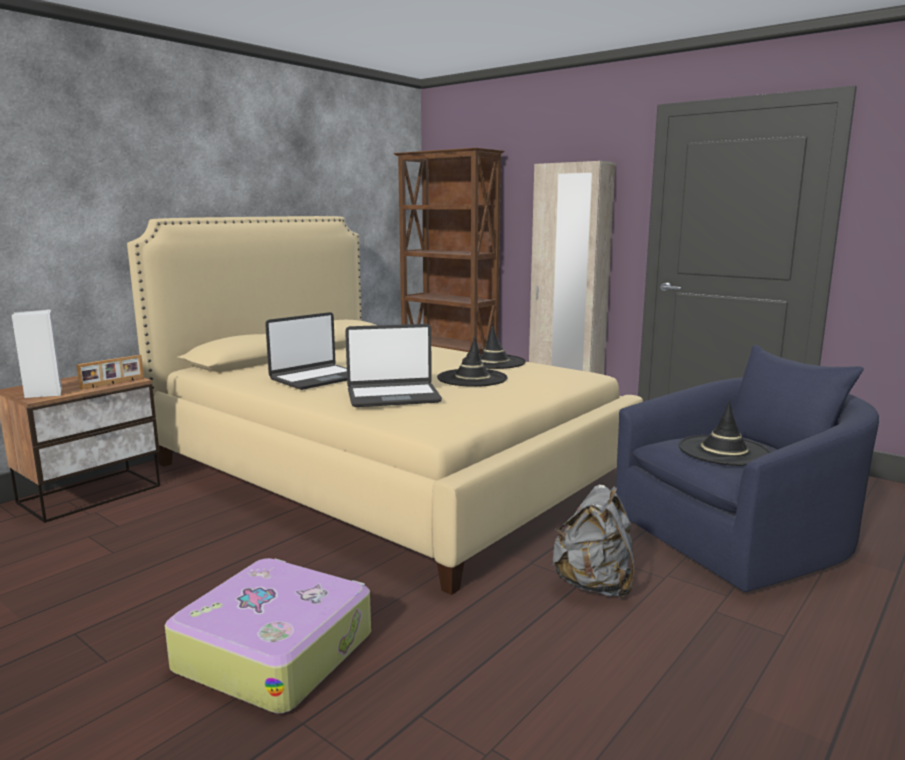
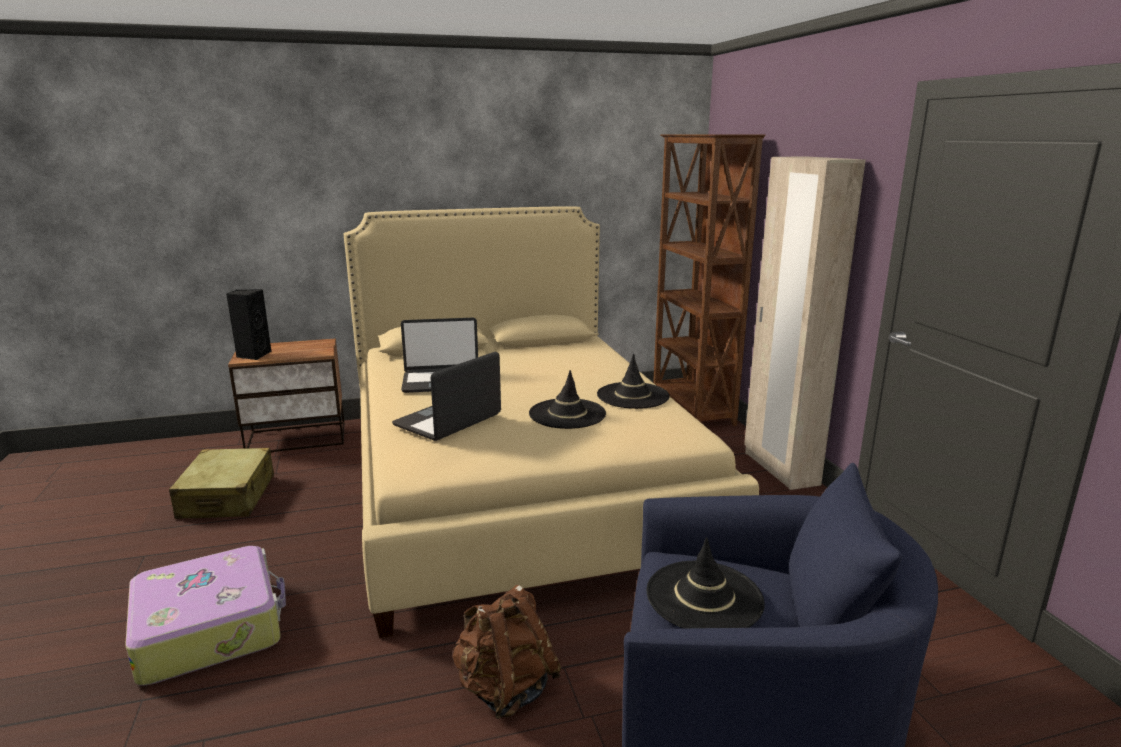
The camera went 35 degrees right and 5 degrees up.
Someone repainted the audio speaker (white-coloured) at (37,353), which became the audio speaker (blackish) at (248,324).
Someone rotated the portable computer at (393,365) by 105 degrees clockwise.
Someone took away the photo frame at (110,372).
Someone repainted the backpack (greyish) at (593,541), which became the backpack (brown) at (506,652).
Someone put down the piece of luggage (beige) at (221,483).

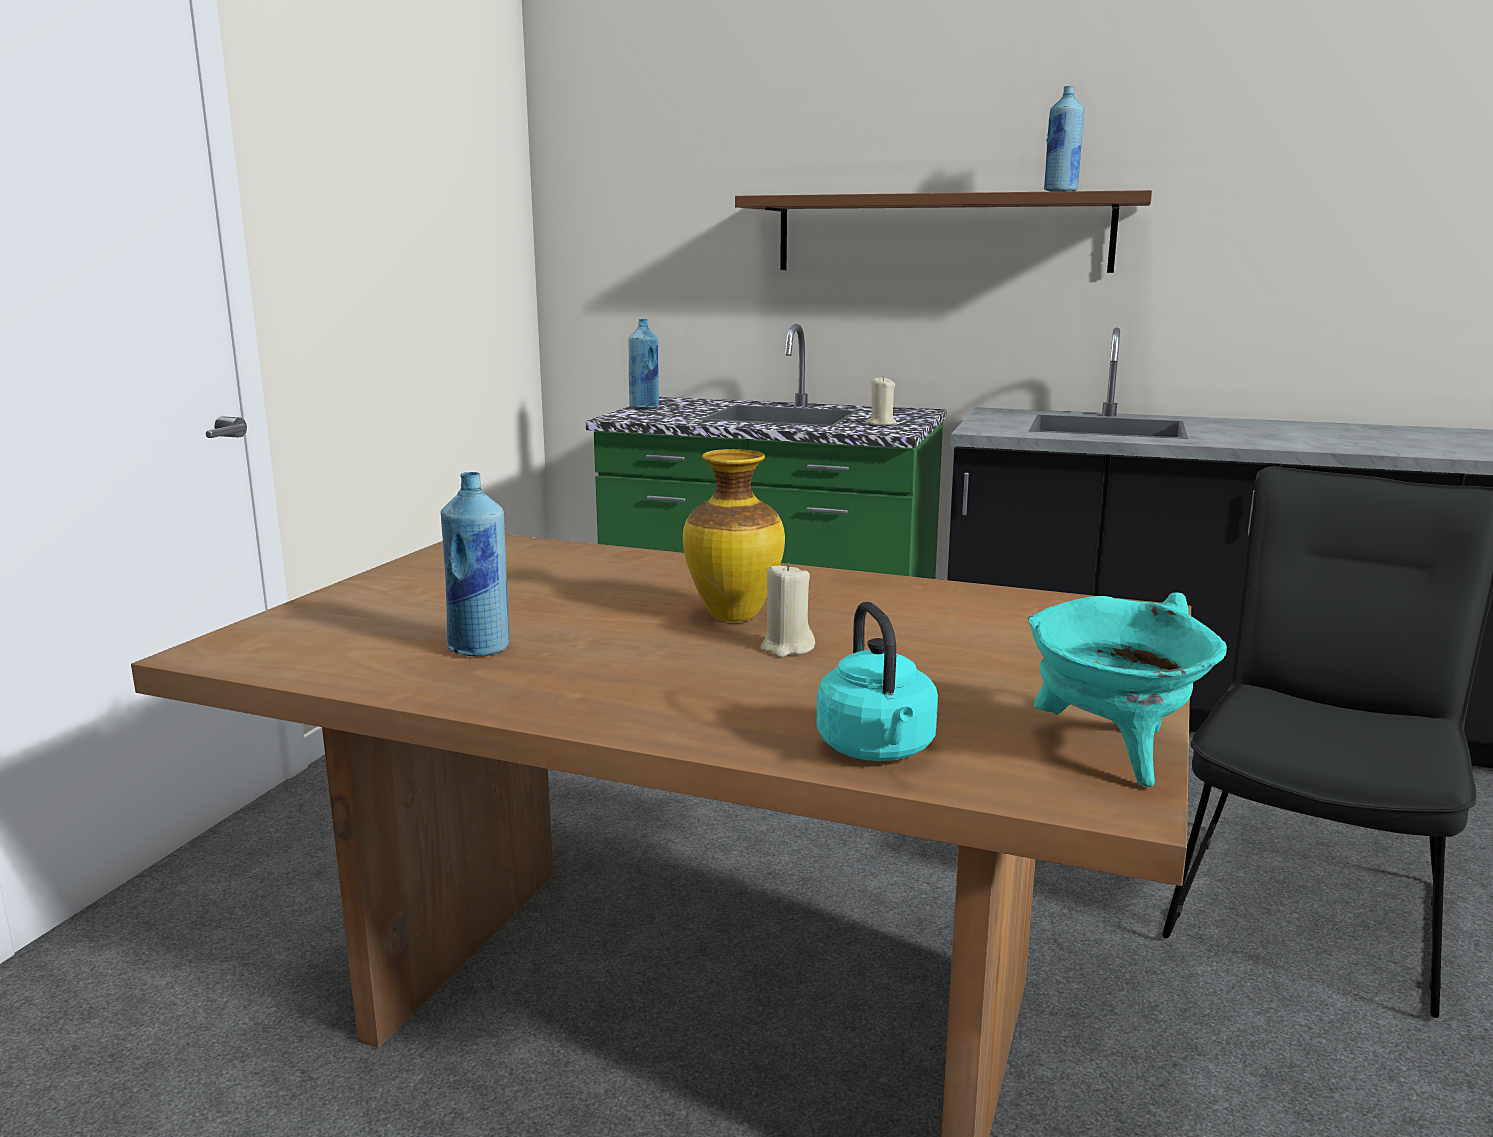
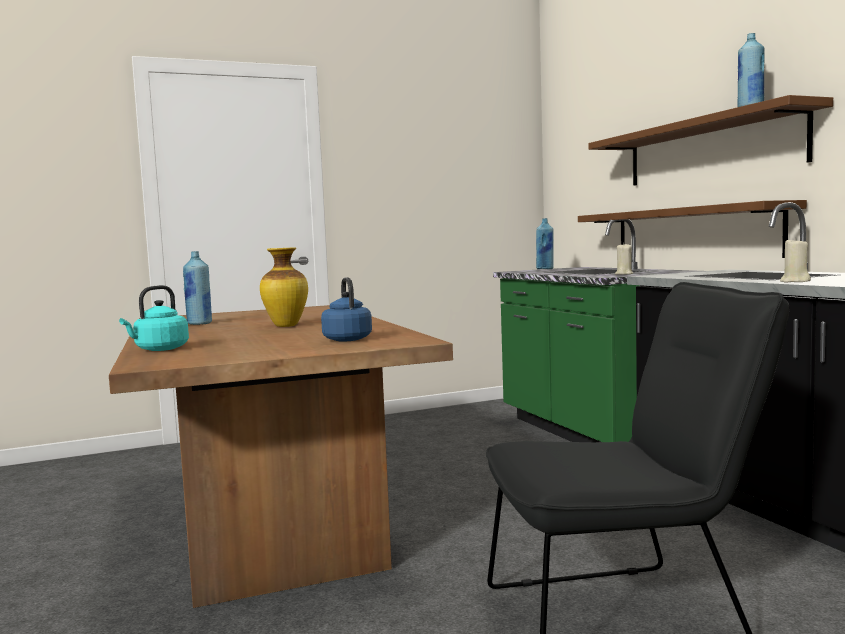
The camera went 50 degrees right and 10 degrees down.
Someone carried the wax light (beige) from (788,609) to (795,260).
Someone took away the cooking pot (turquoise-coloured) at (1127,690).
Someone put up the bracket shelf (brown) at (692,229).
Someone put down the kettle (blue) at (346,309).

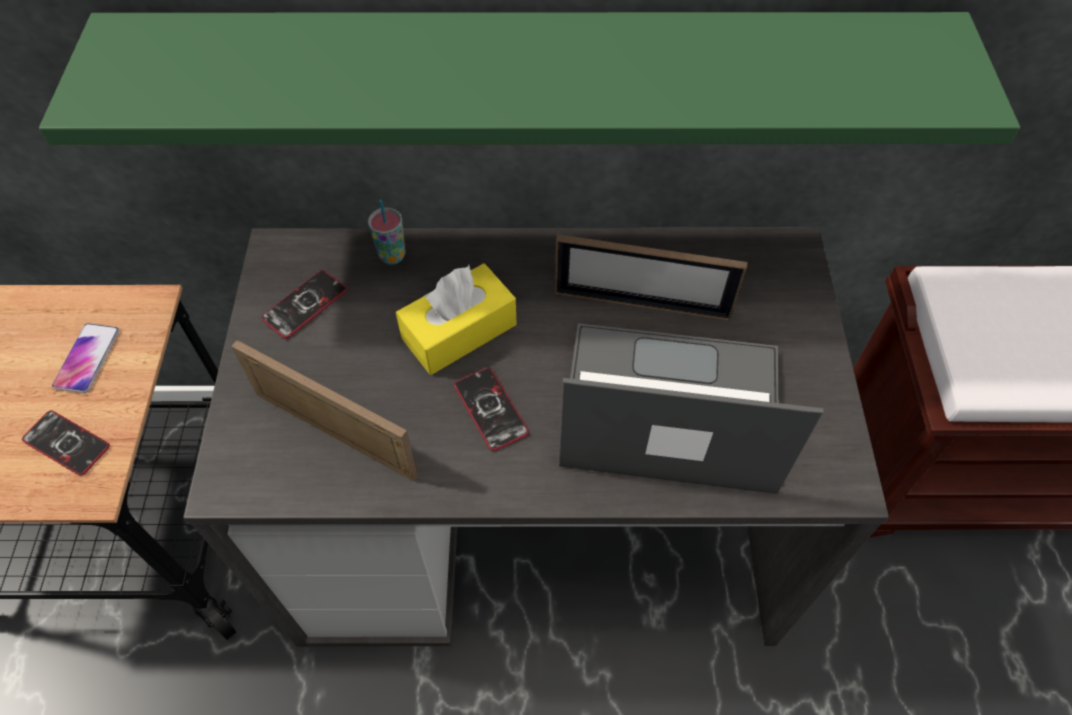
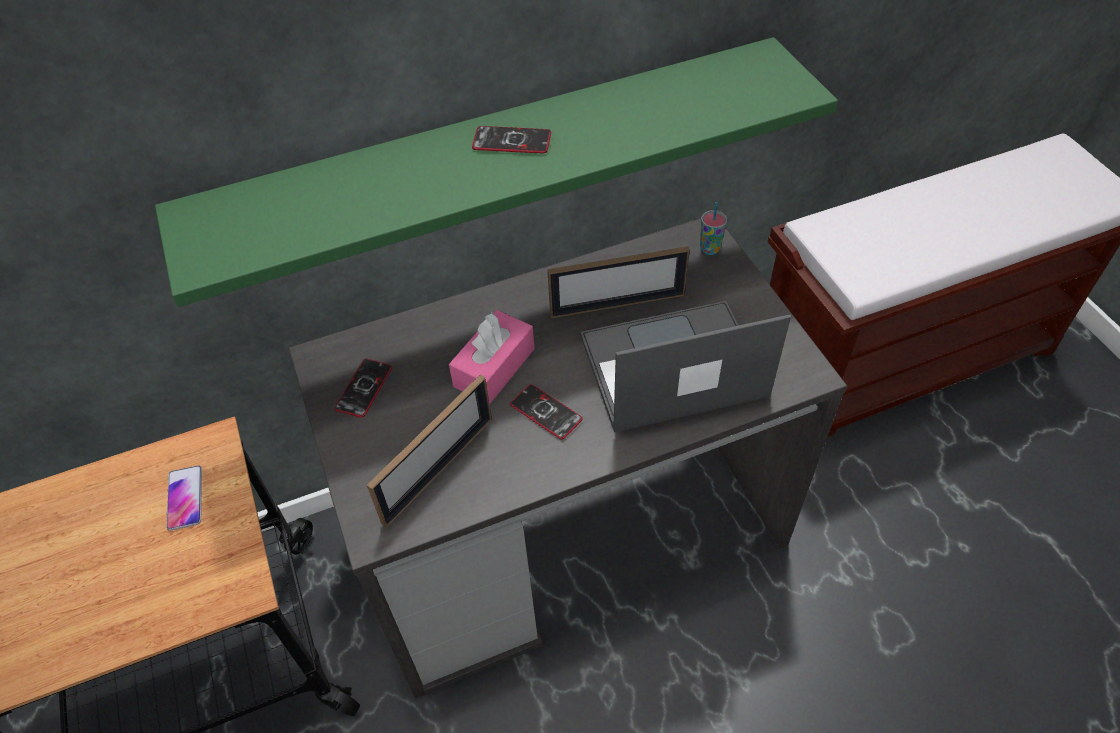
The camera went 20 degrees left and 5 degrees down.
Someone carried the drinking cup from (386,232) to (713,228).
Someone repainted the tissue holder (yellow) at (456,319), which became the tissue holder (pink) at (492,357).
Someone rotated the photo frame at (325,410) by 120 degrees clockwise.
Someone carried the handset from (66,443) to (511,139).

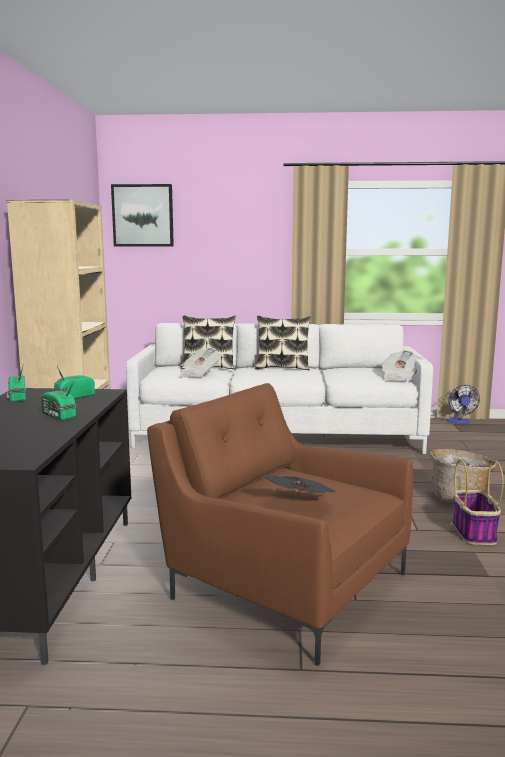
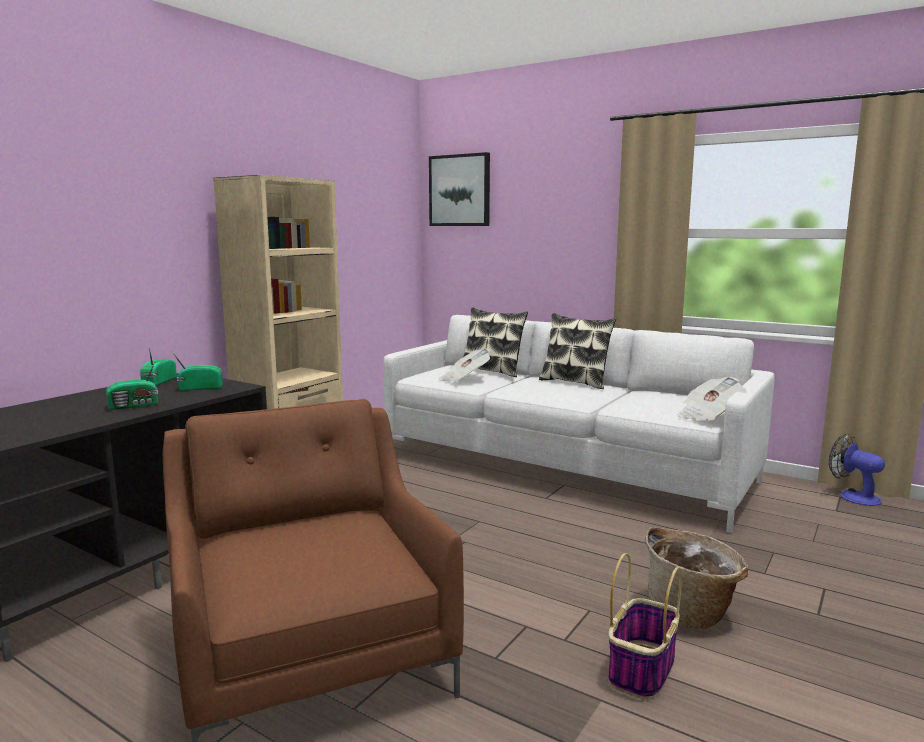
The camera went 30 degrees right and 0 degrees up.
Someone rotated the radio set at (58,398) by 105 degrees counterclockwise.
Someone rotated the fan at (463,404) by 120 degrees clockwise.
Someone took away the daily paper at (297,484).

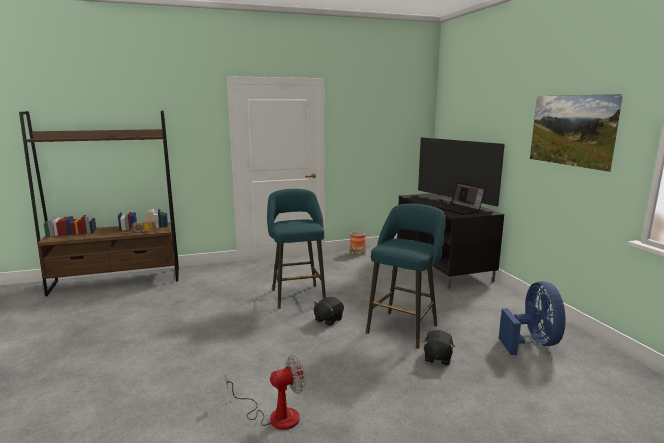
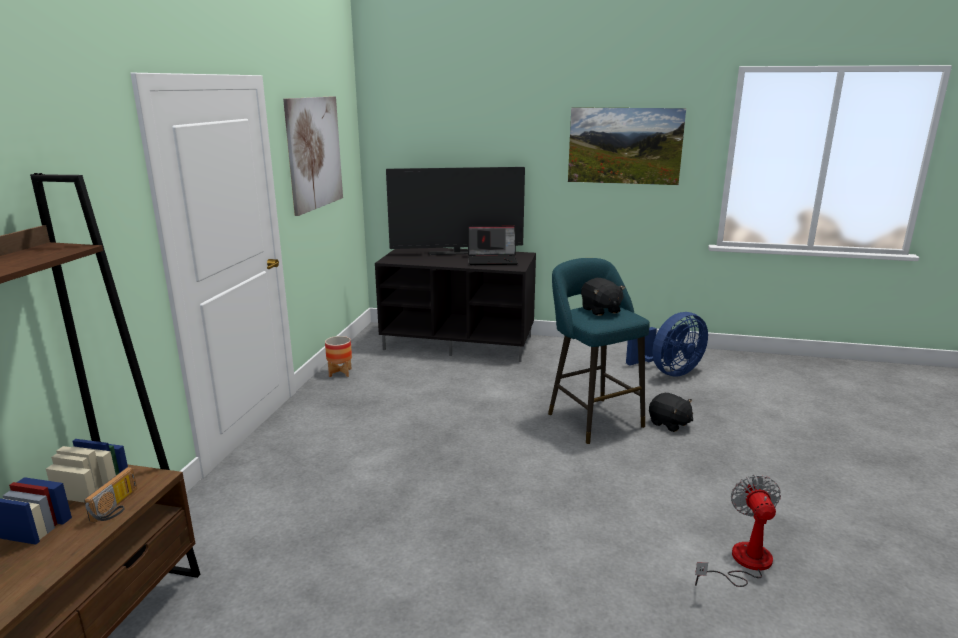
The camera went 60 degrees left and 5 degrees up.
Someone took away the stool seat (turquoise-coloured) at (296,249).
Someone rotated the fan (blue) at (532,318) by 120 degrees clockwise.
Someone carried the soft toy (blackish) from (328,311) to (603,297).
Someone put up the wall art at (313,156).

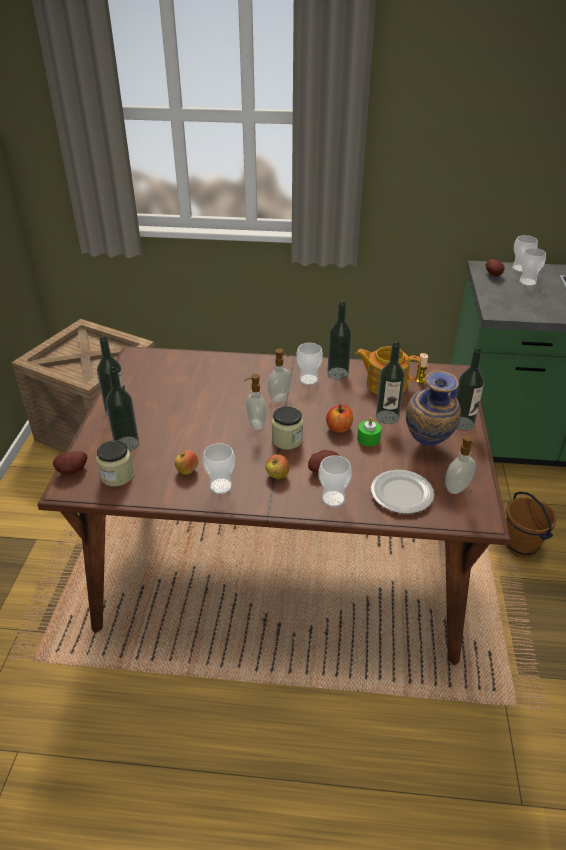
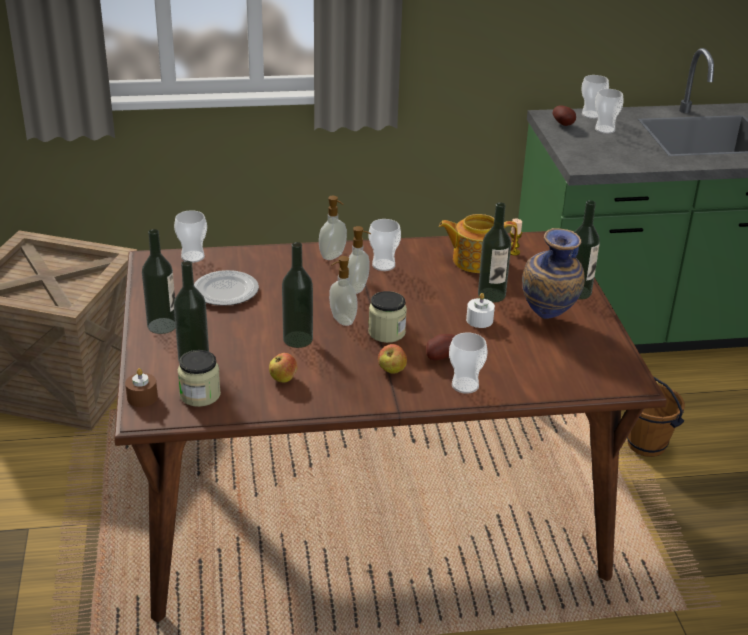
The camera went 15 degrees left and 5 degrees down.
Someone carried the beverage bottle from (339,340) to (297,295).
Someone took away the apple at (339,419).
Someone repainted the wax light (green-coloured) at (369,431), which became the wax light (white-coloured) at (480,310).
Someone carried the soap dispenser from (462,464) to (333,228).
Someone carried the drinking cup from (219,468) to (190,236).
Someone swapped the whole potato at (70,463) for the wax light (brown) at (141,387).
Someone carried the flat dish from (402,492) to (226,288).

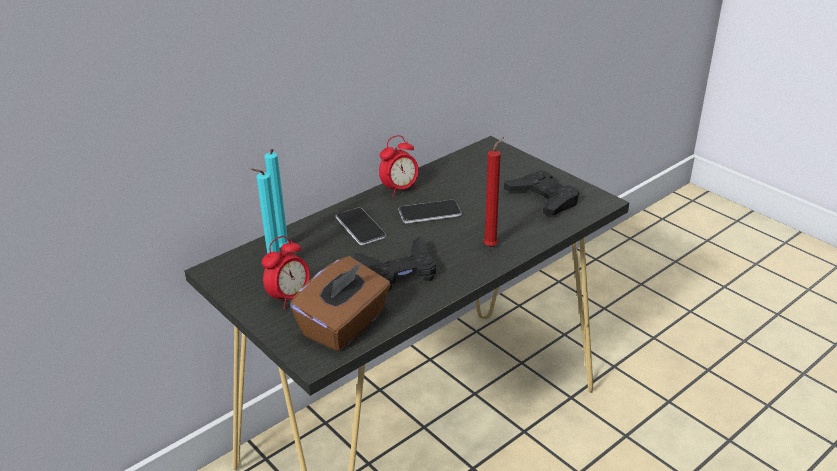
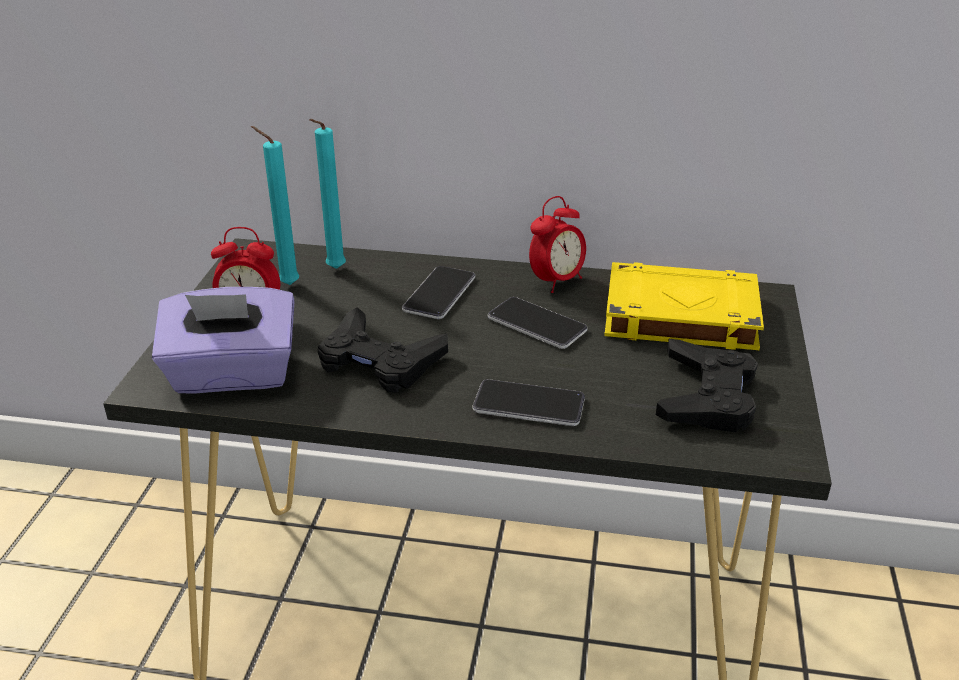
The camera went 50 degrees right and 0 degrees up.
Someone rotated the table clock at (399,166) by 60 degrees counterclockwise.
Someone swapped the wax light (reddish) at (493,192) for the handset at (528,402).
Someone repainted the tissue holder (brown) at (340,303), which became the tissue holder (purple-coloured) at (223,340).
Someone put down the book (yellow) at (684,306).

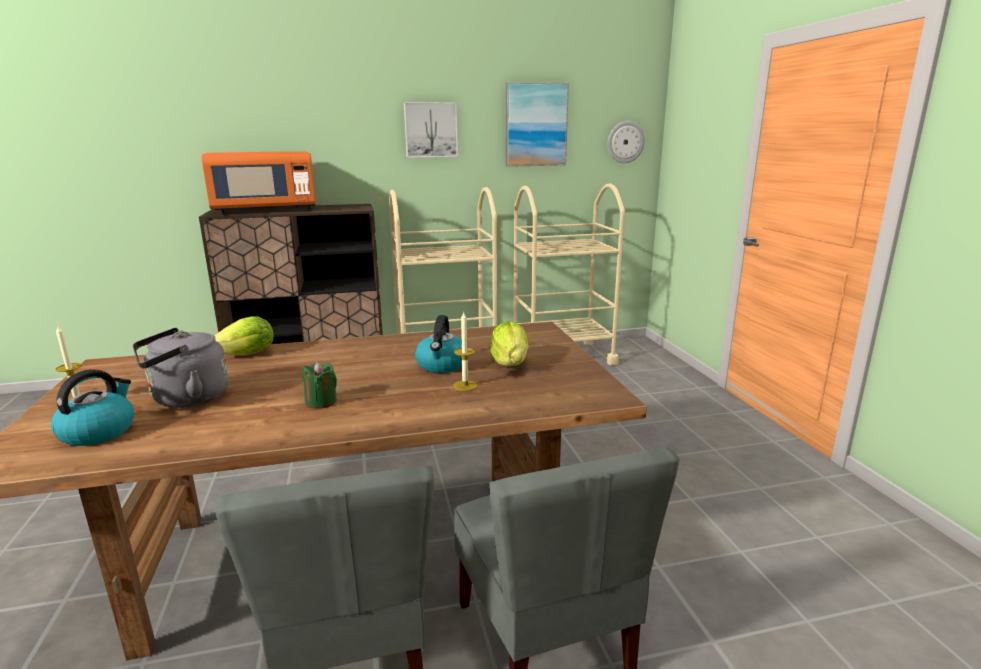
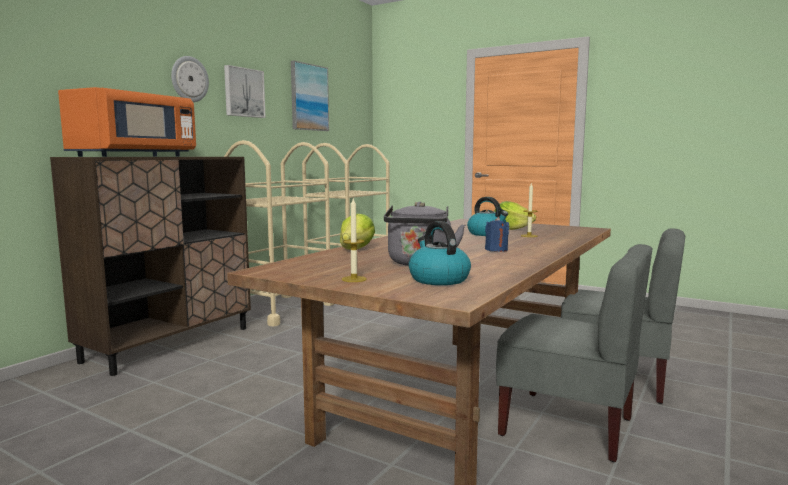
The camera went 45 degrees left and 10 degrees down.
Someone carried the wall clock from (626,142) to (190,79).
Someone repainted the wax light (green-coloured) at (319,385), which became the wax light (blue) at (497,234).

